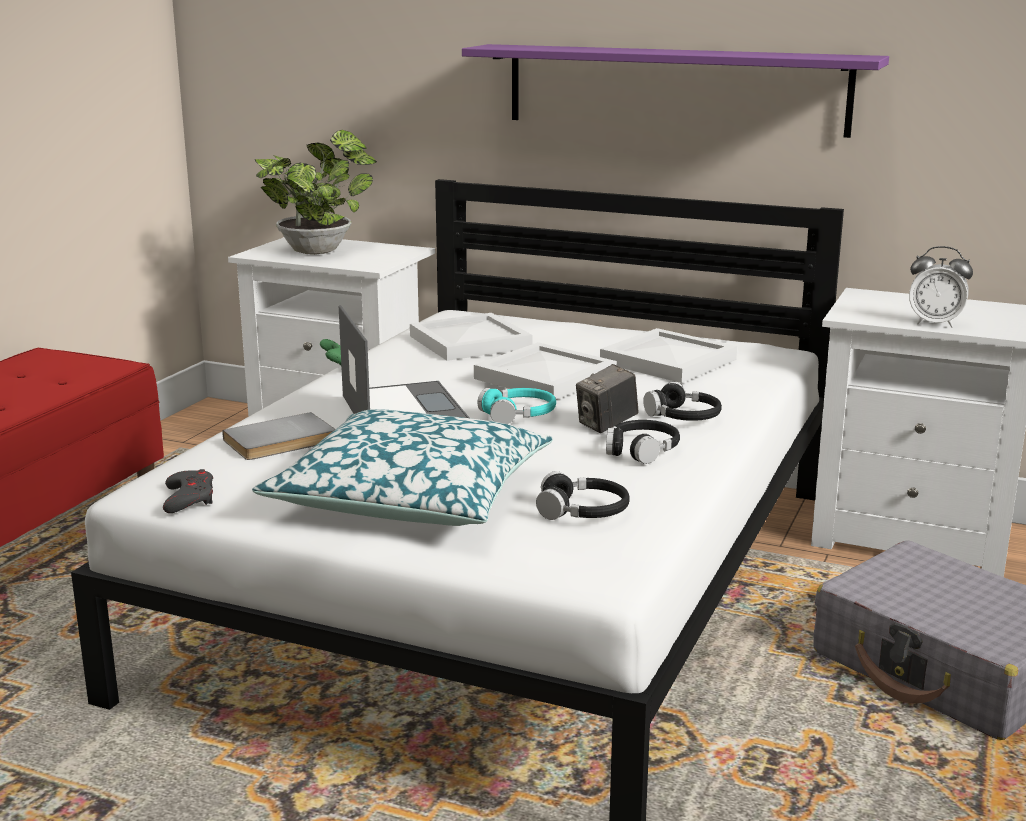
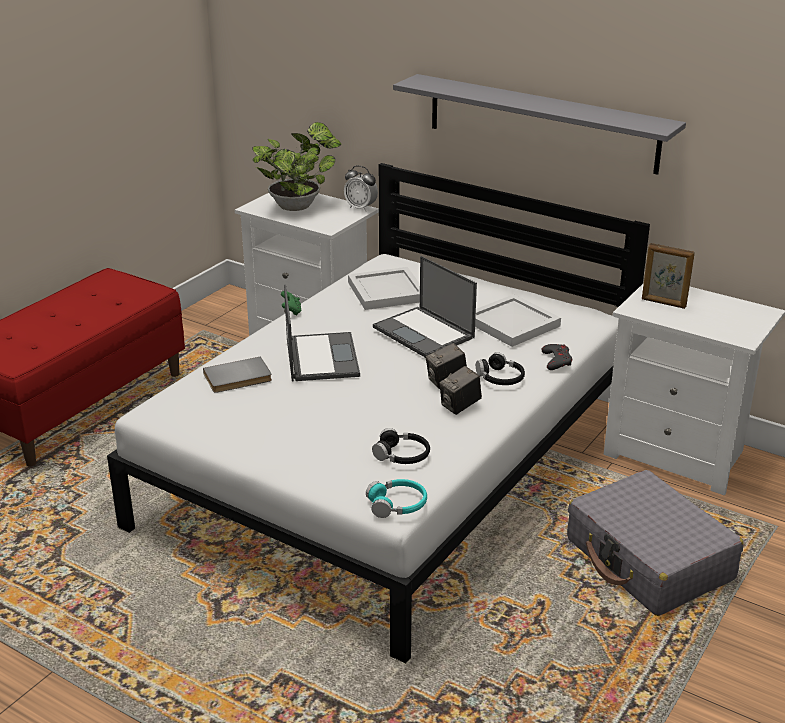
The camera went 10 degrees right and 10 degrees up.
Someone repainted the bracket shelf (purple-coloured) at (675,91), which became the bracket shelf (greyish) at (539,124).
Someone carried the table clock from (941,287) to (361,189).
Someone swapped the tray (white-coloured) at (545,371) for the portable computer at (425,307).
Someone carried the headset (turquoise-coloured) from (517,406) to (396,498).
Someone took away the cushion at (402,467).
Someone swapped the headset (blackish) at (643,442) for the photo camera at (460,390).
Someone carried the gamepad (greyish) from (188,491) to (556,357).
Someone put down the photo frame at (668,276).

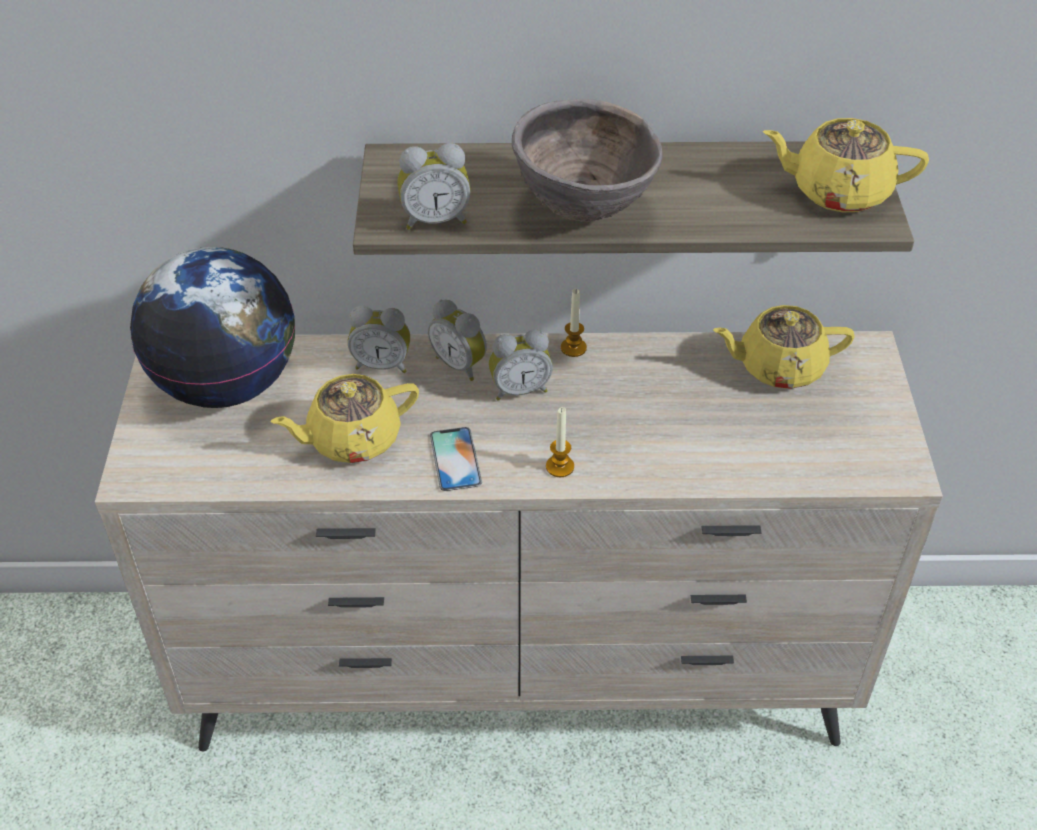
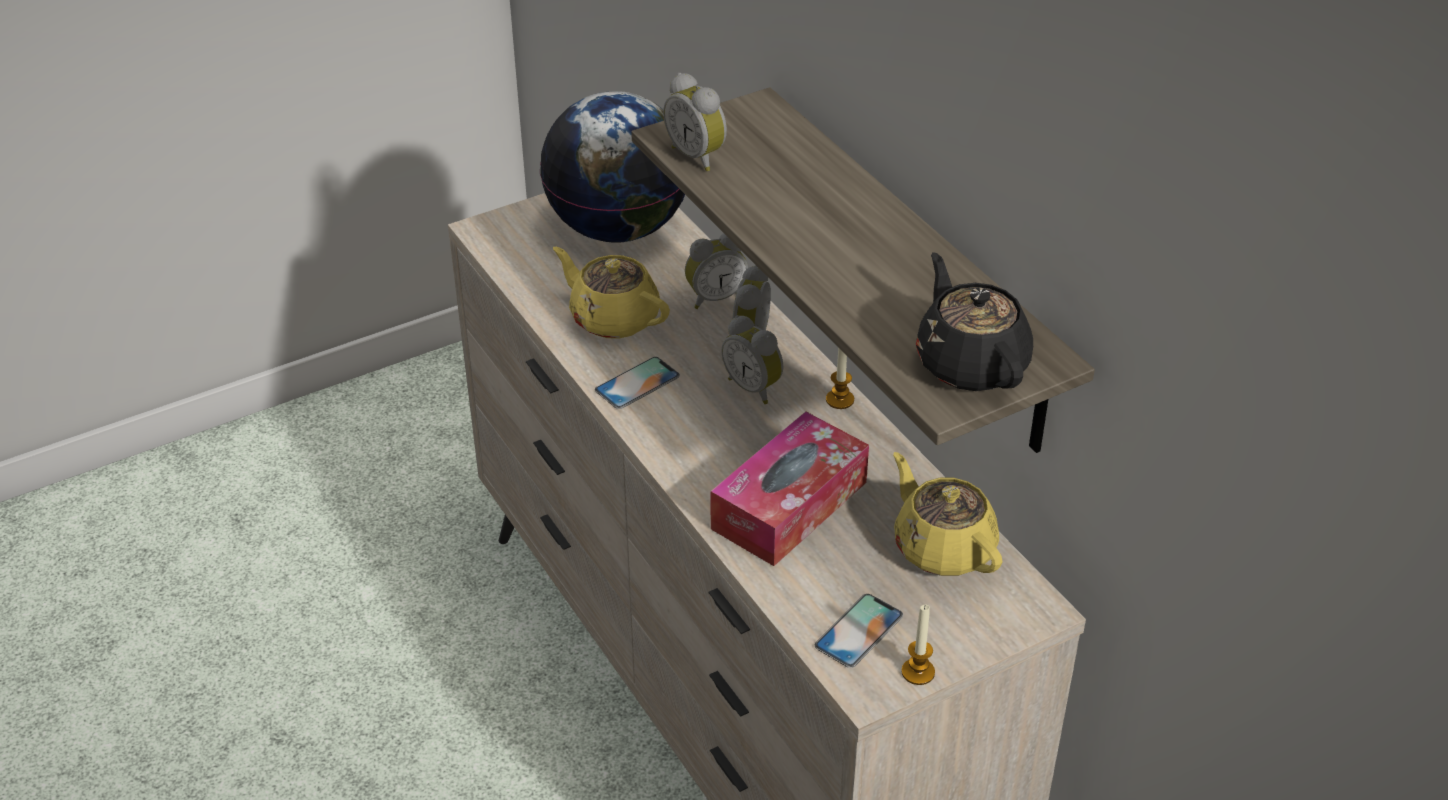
The camera went 60 degrees right and 5 degrees down.
Someone took away the serving bowl (brown) at (587,160).
Someone repainted the pot for tea (yellow) at (845,165), which became the pot for tea (blackish) at (974,321).
Someone rotated the table clock at (379,339) by 90 degrees counterclockwise.
Someone carried the wax light from (560,442) to (918,645).
Someone put down the tissue holder at (789,489).
Someone put down the handset at (859,631).

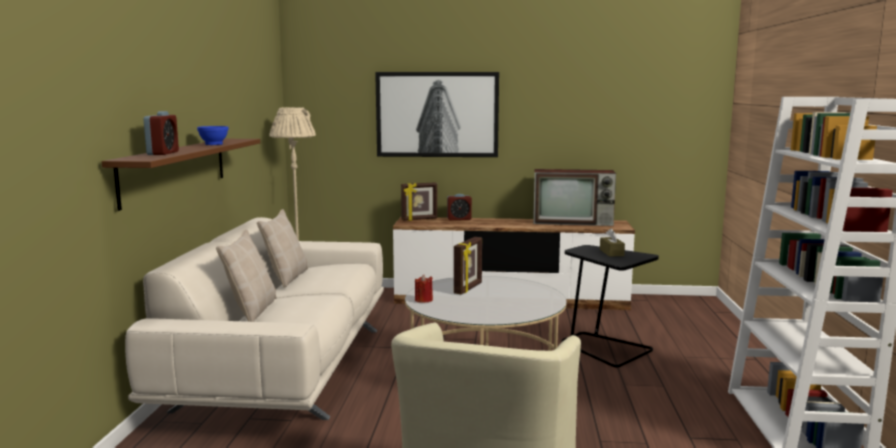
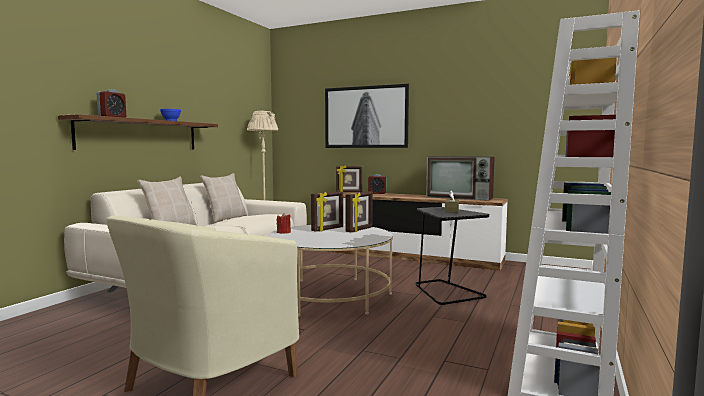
The camera went 20 degrees right and 5 degrees down.
Someone put down the photo frame at (359,211).

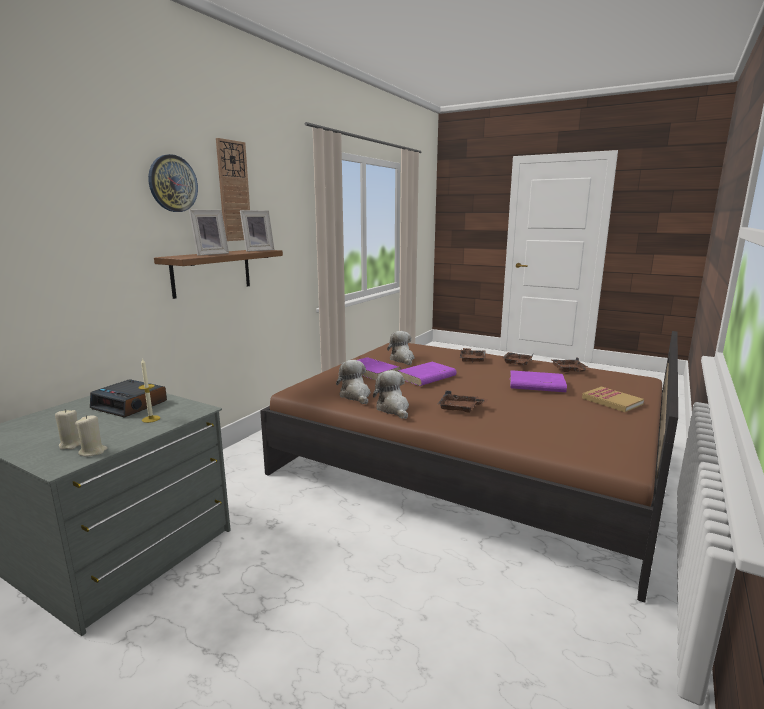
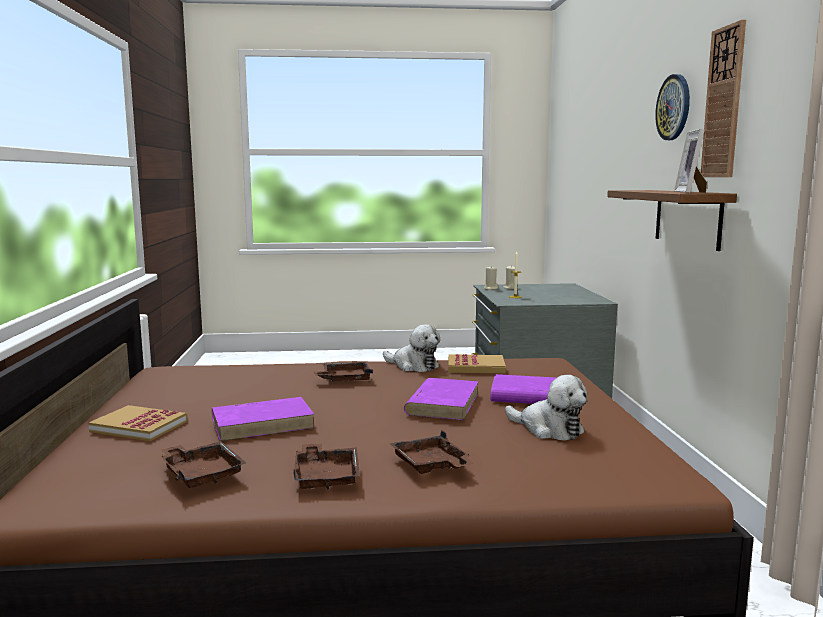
The camera went 145 degrees right and 5 degrees down.
Someone took away the photo frame at (209,233).
Someone swapped the soft toy at (353,382) for the book at (477,364).
Someone took away the table clock at (128,398).

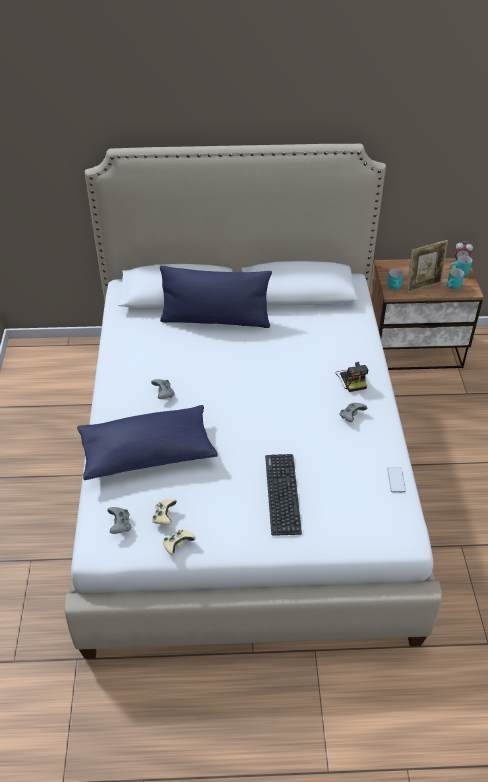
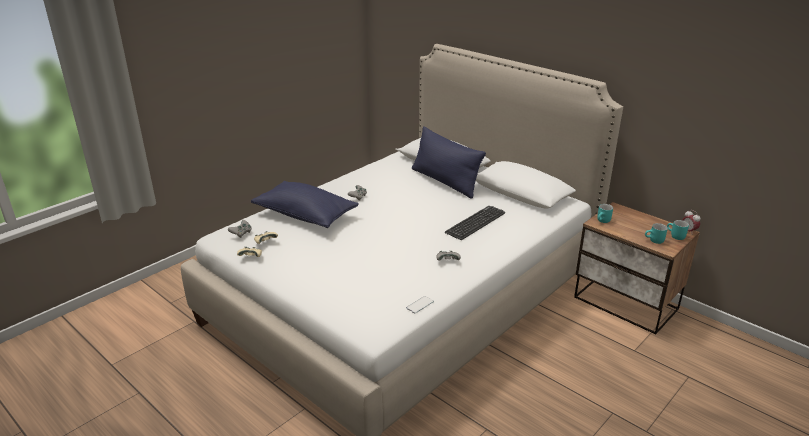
The camera went 45 degrees right and 15 degrees down.
Someone took away the photo frame at (427,266).
Someone took away the photo camera at (352,377).
Someone carried the PC keyboard from (283,495) to (475,223).

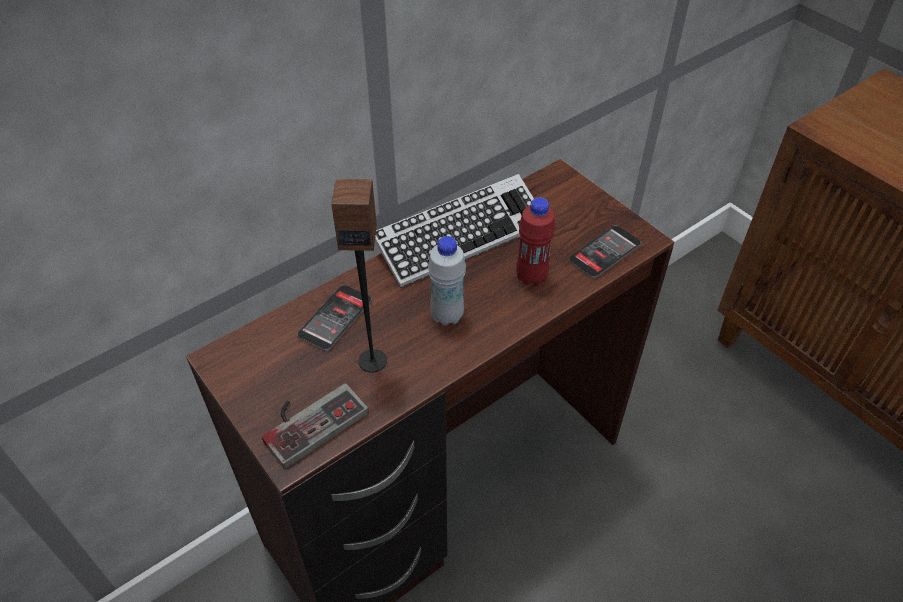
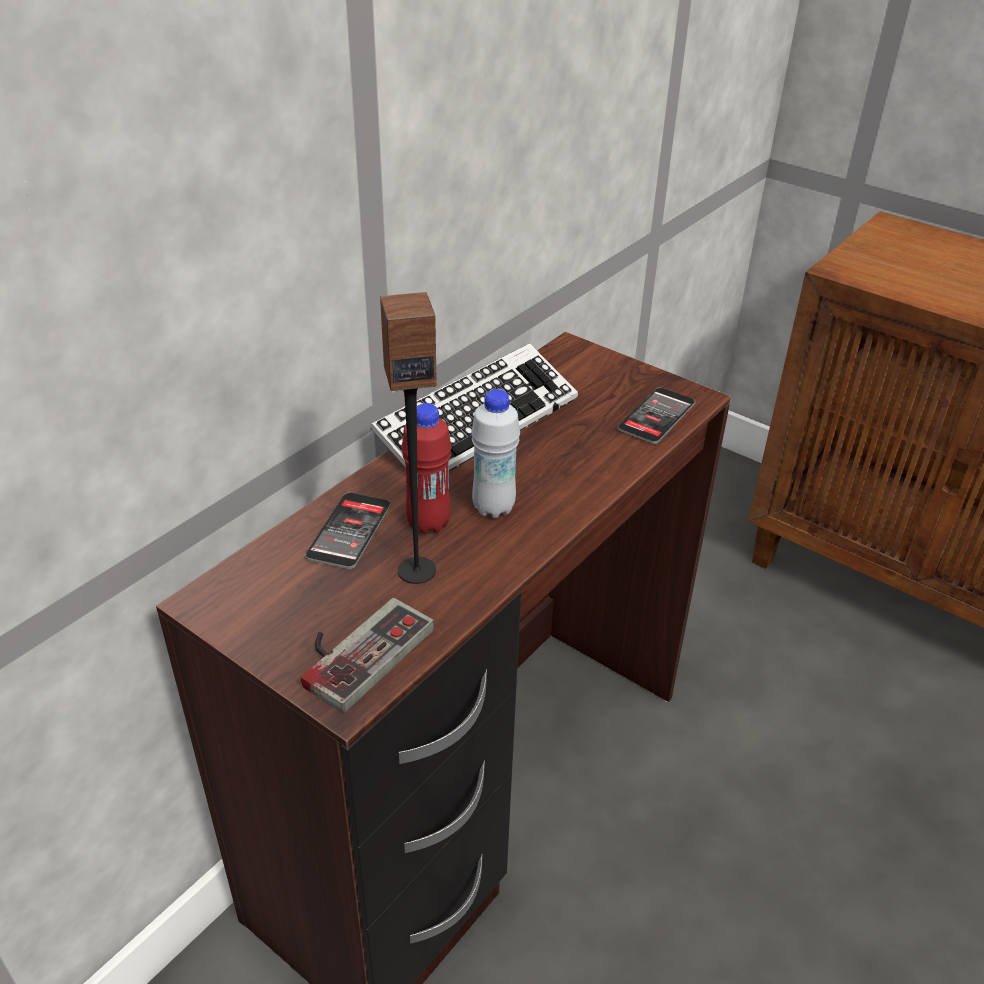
The camera went 15 degrees left and 10 degrees down.
Someone carried the beverage bottle (reddish) from (535,241) to (427,468).

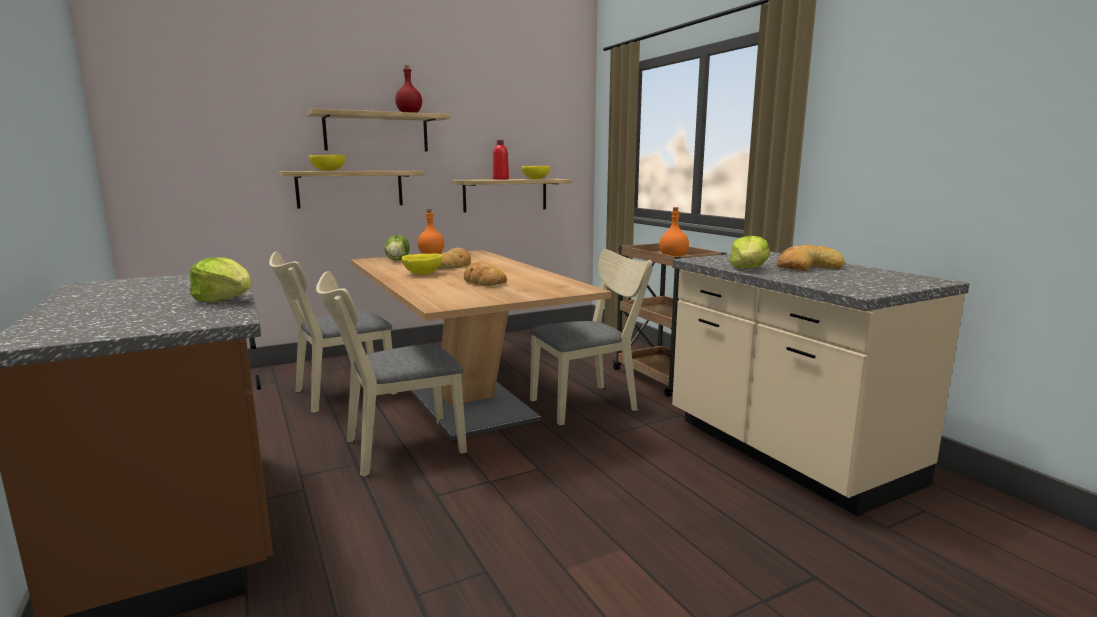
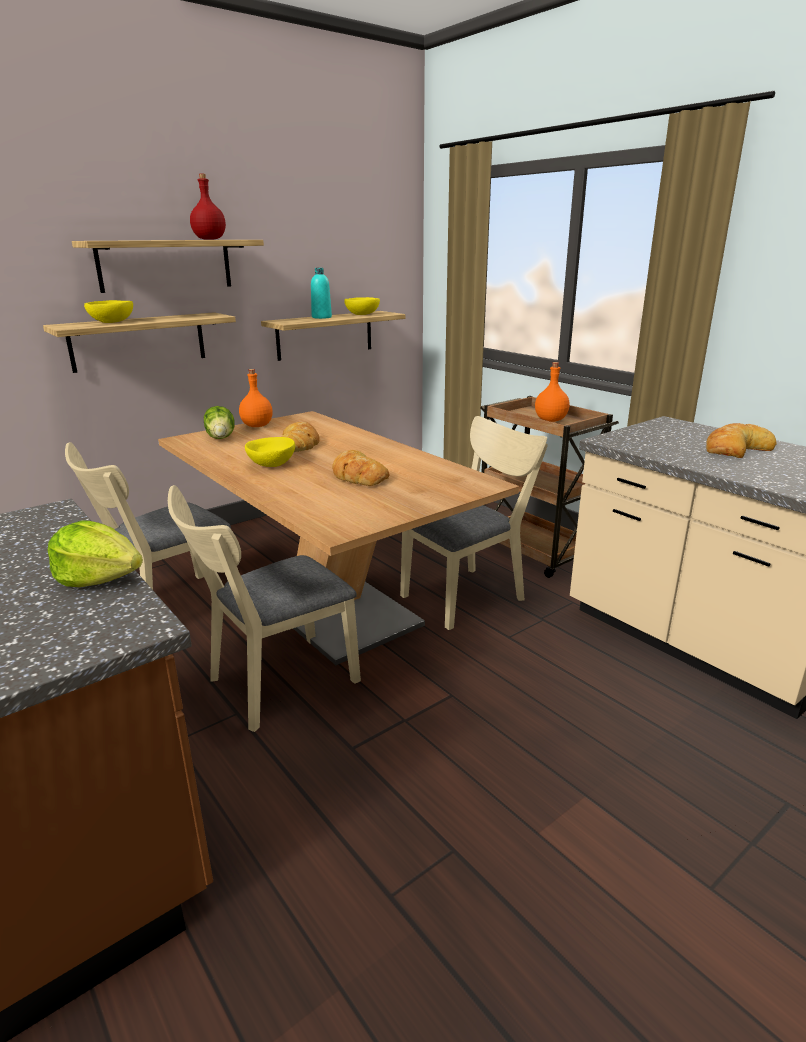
The camera went 10 degrees left and 10 degrees up.
Someone repainted the beverage bottle (reddish) at (501,160), which became the beverage bottle (turquoise-coloured) at (321,293).
Someone took away the head of lettuce at (749,251).

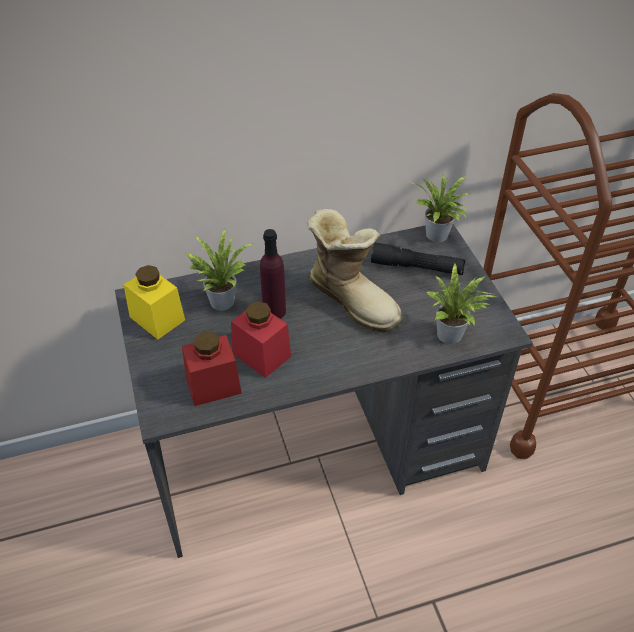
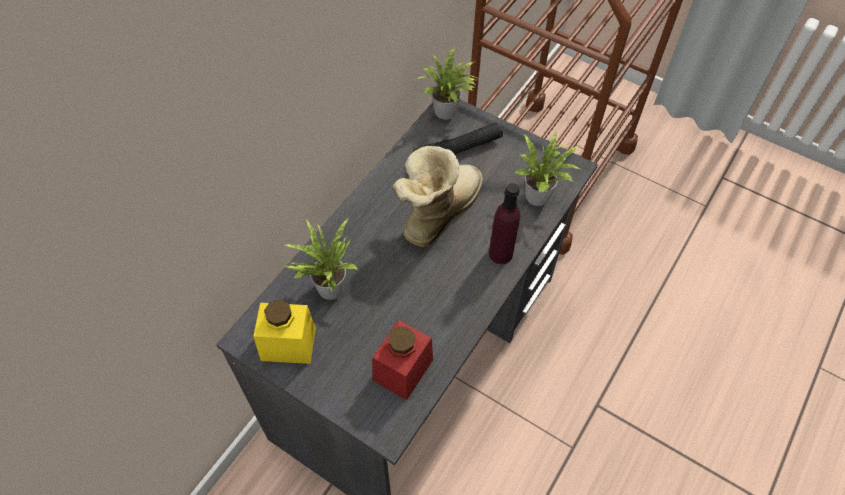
The camera went 40 degrees left and 10 degrees up.
Someone rotated the high-top boot at (354,270) by 60 degrees counterclockwise.
Someone carried the beverage bottle (purple-coloured) from (273,274) to (504,223).
Someone took away the jar (reddish) at (261,339).

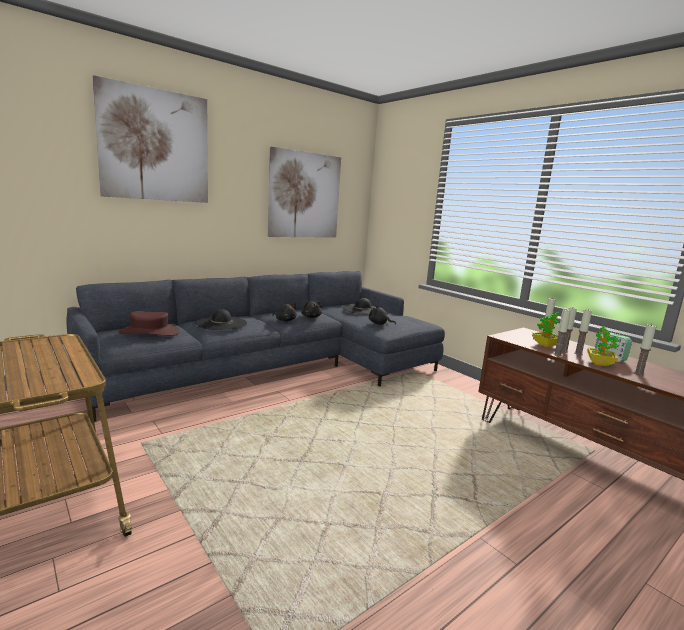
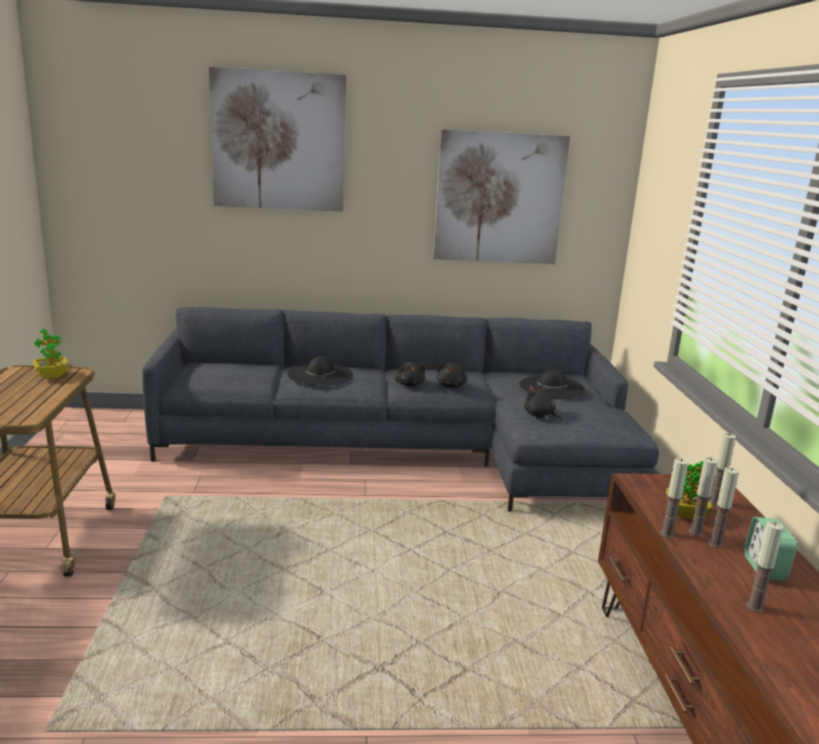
The camera went 35 degrees right and 5 degrees up.
Someone took away the clothing hat (brown) at (149,323).
Someone carried the plant in a pot from (603,346) to (51,353).

